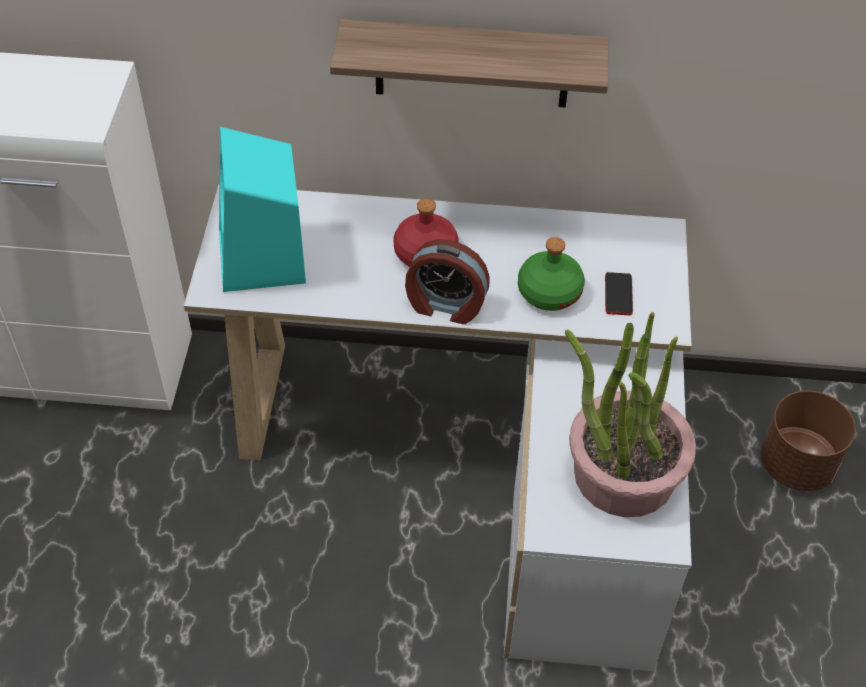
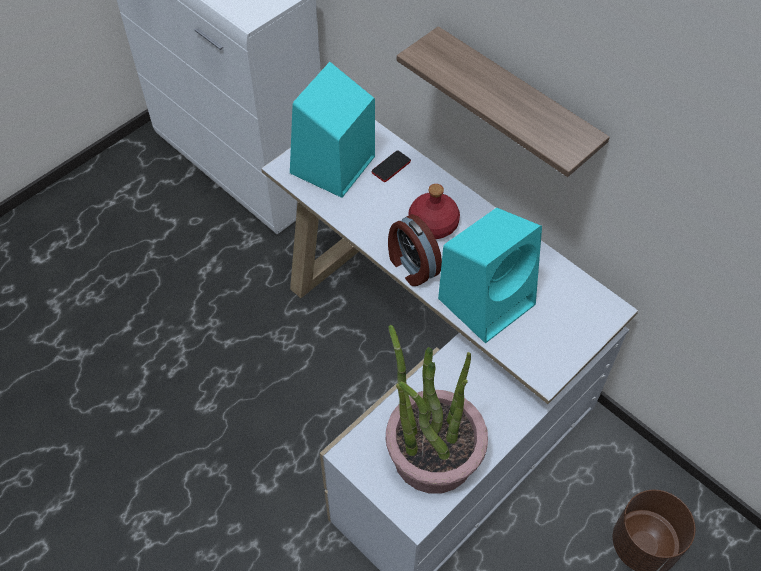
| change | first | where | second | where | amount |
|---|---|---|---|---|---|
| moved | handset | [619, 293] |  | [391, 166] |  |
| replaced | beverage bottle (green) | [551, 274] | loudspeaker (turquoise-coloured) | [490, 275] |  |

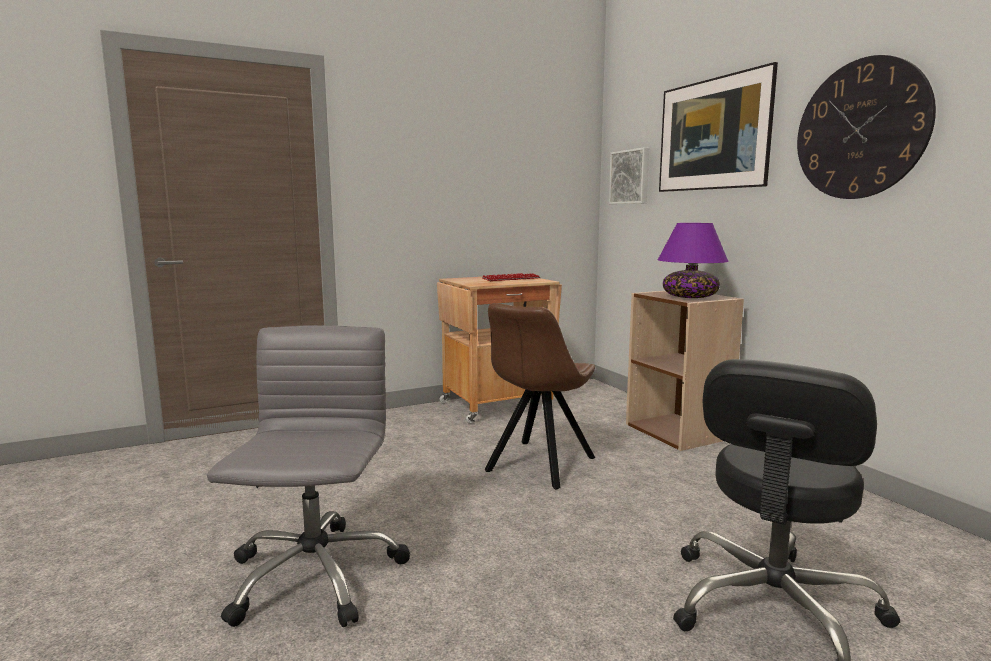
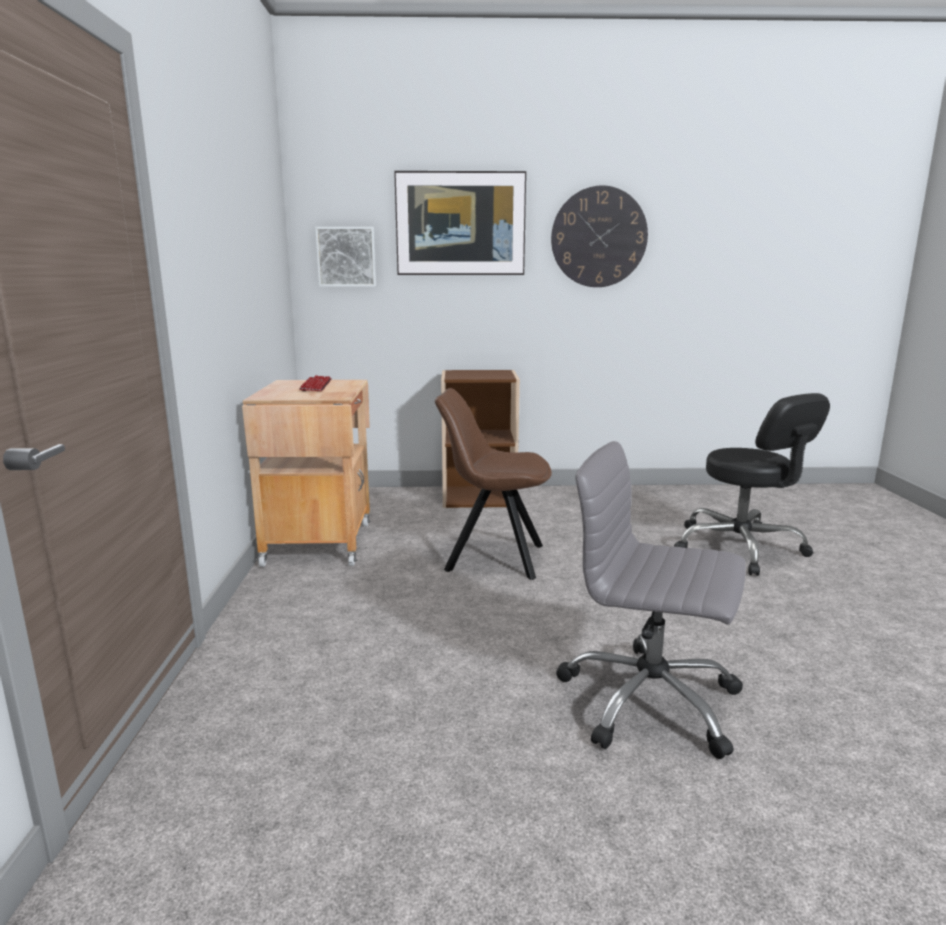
| change | first | where | second | where | amount |
|---|---|---|---|---|---|
| turned | chair (brown-coloured) | [540, 396] |  | [493, 484] | 135 degrees clockwise |
| removed | lamp for a table (purplish) | [693, 260] |  |  |  |

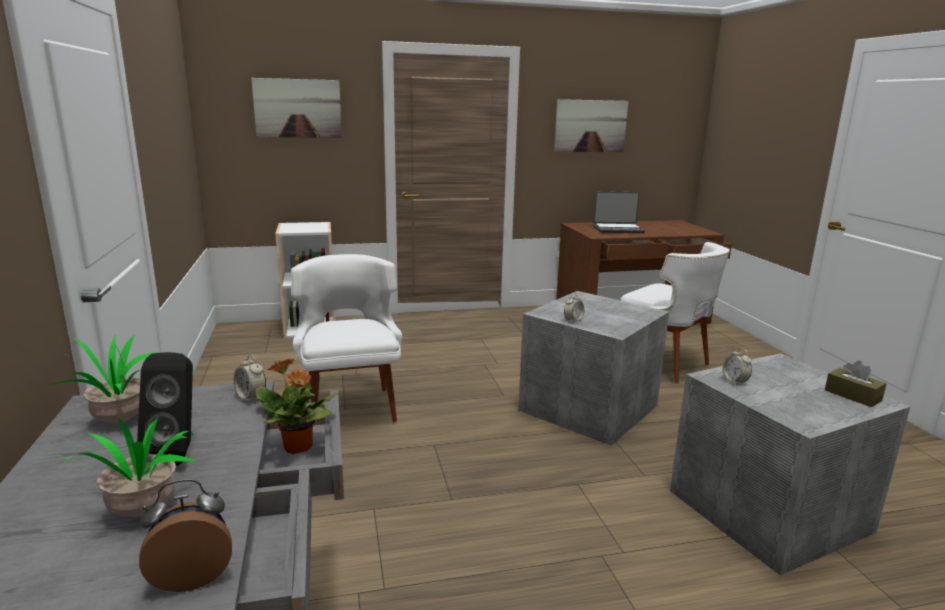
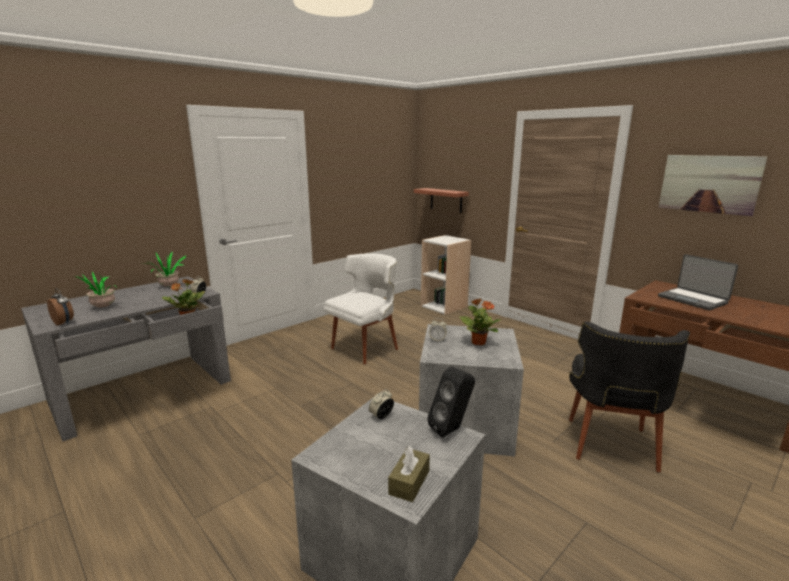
| change | first | where | second | where | amount |
|---|---|---|---|---|---|
| added |  |  | shelf | [441, 200] |  |
| moved | loudspeaker (blackish) | [165, 408] |  | [451, 402] |  |
| added |  |  | plant in a pot | [480, 321] |  |
| recoloured | chair (whitish) | [675, 313] | chair (blackish) | [629, 397] |  |
| removed | wall art | [296, 108] |  |  |  |

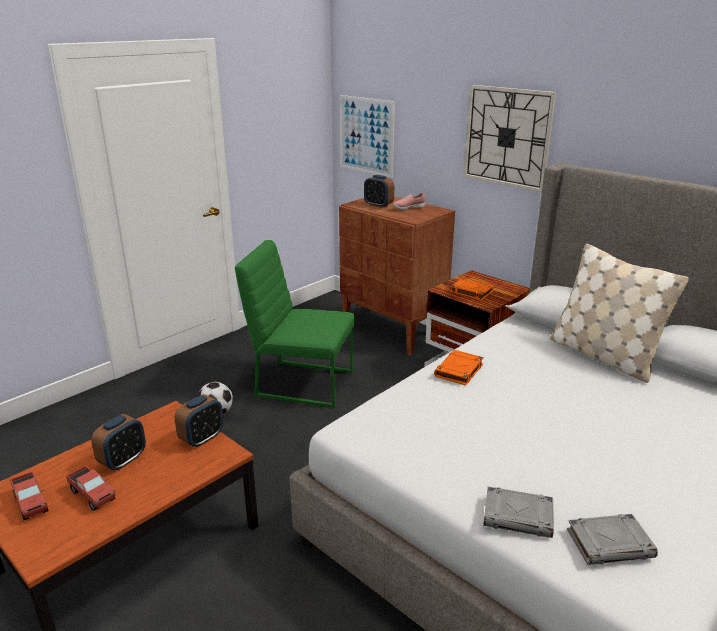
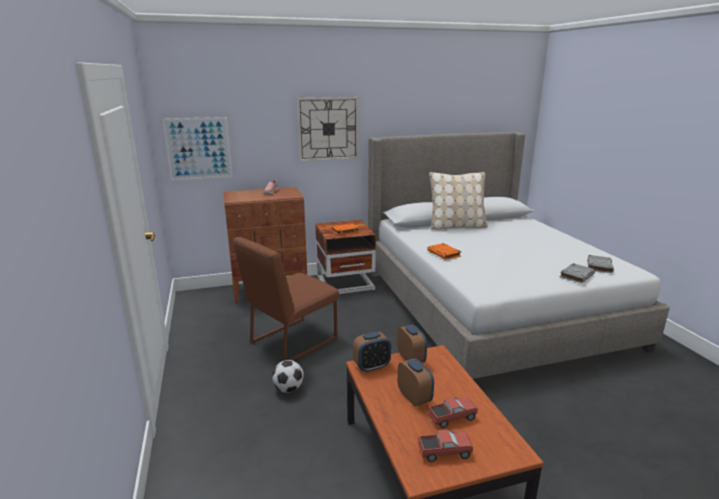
| change | first | where | second | where | amount |
|---|---|---|---|---|---|
| recoloured | chair (green) | [295, 324] | chair (brown-coloured) | [286, 299] |  |
| moved | bedside clock | [379, 191] |  | [372, 352] |  |

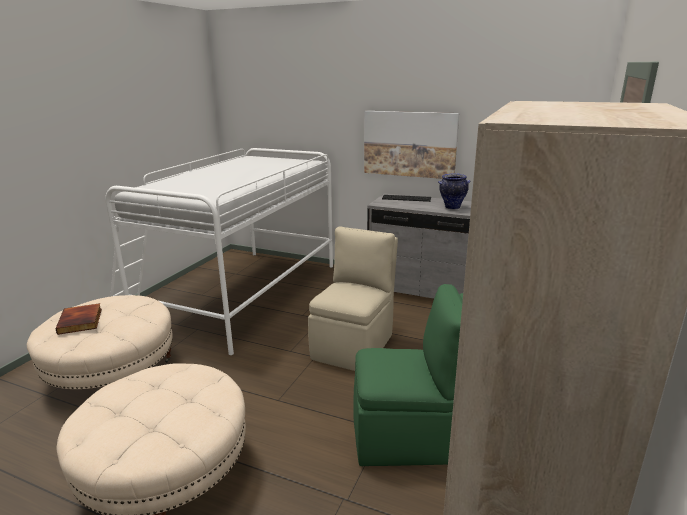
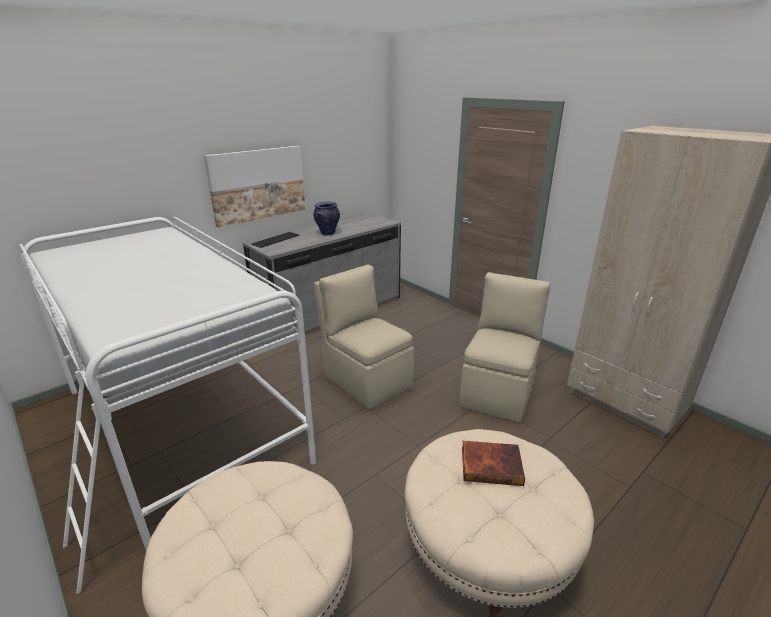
| change | first | where | second | where | amount |
|---|---|---|---|---|---|
| recoloured | chair (green) | [408, 375] | chair (beige-coloured) | [505, 347] |  |
| moved | bound book | [78, 319] |  | [493, 463] |  |

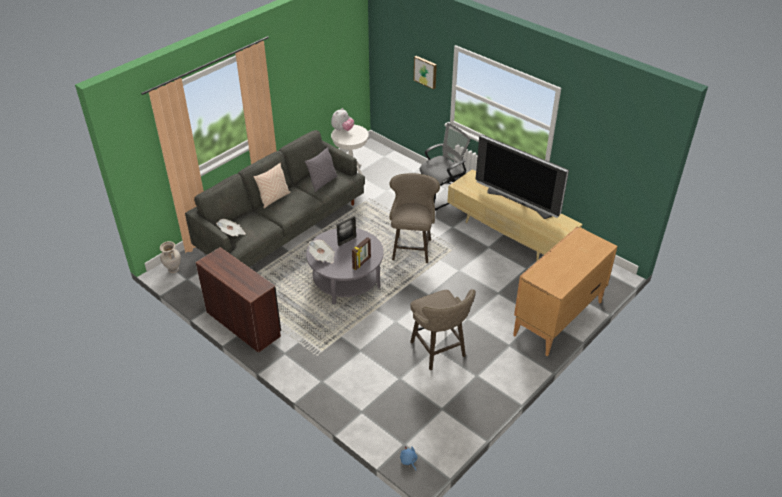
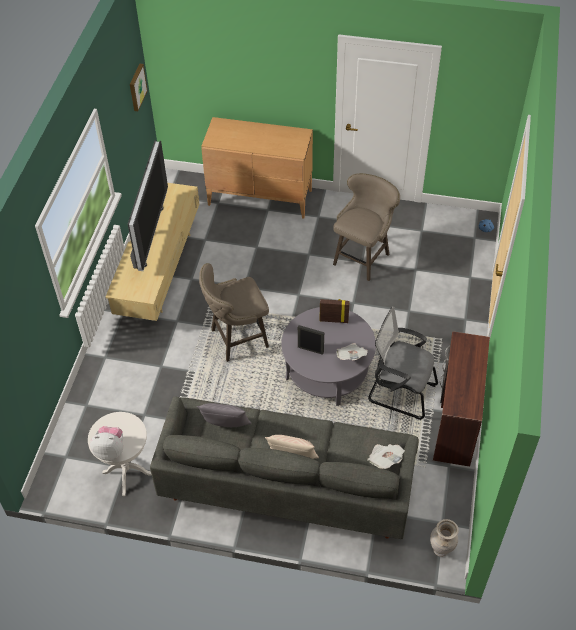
| change | first | where | second | where | amount |
|---|---|---|---|---|---|
| moved | wall art | [425, 72] |  | [139, 87] |  |
| moved | chair | [445, 167] |  | [403, 363] |  |

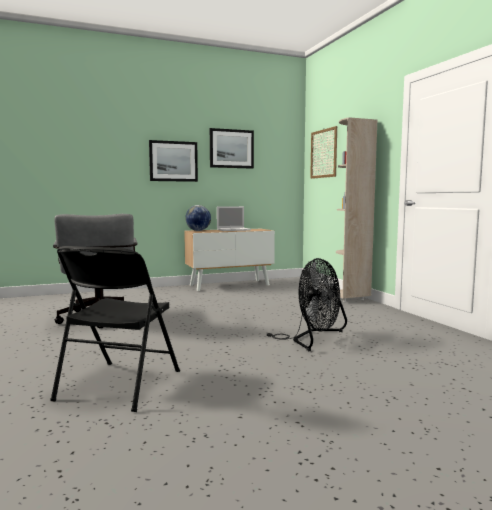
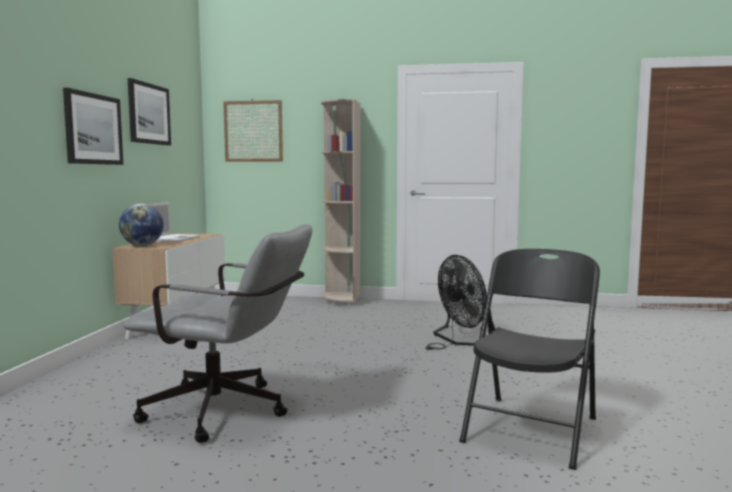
| change | first | where | second | where | amount |
|---|---|---|---|---|---|
| turned | chair (blackish) | [115, 329] |  | [529, 359] | 105 degrees counterclockwise |

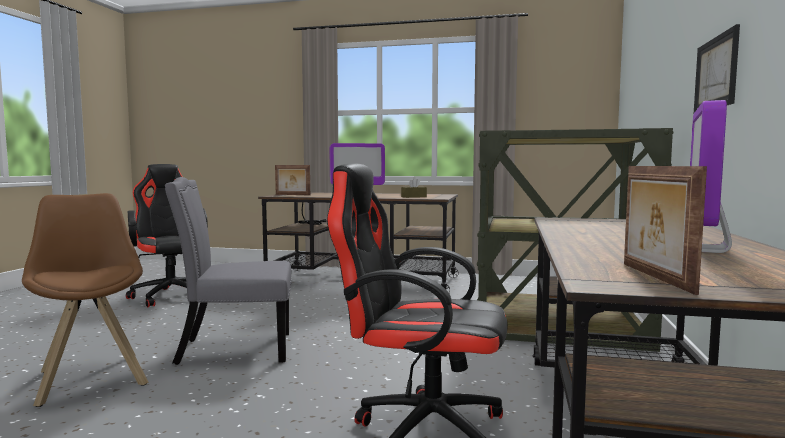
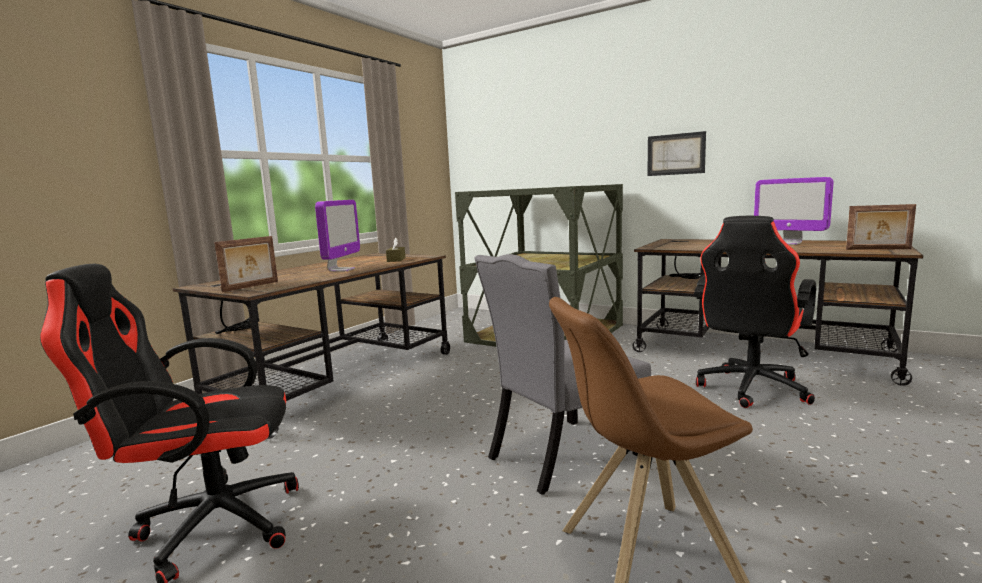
| change | first | where | second | where | amount |
|---|---|---|---|---|---|
| turned | chair (gray) | [228, 271] |  | [563, 374] | 45 degrees clockwise |

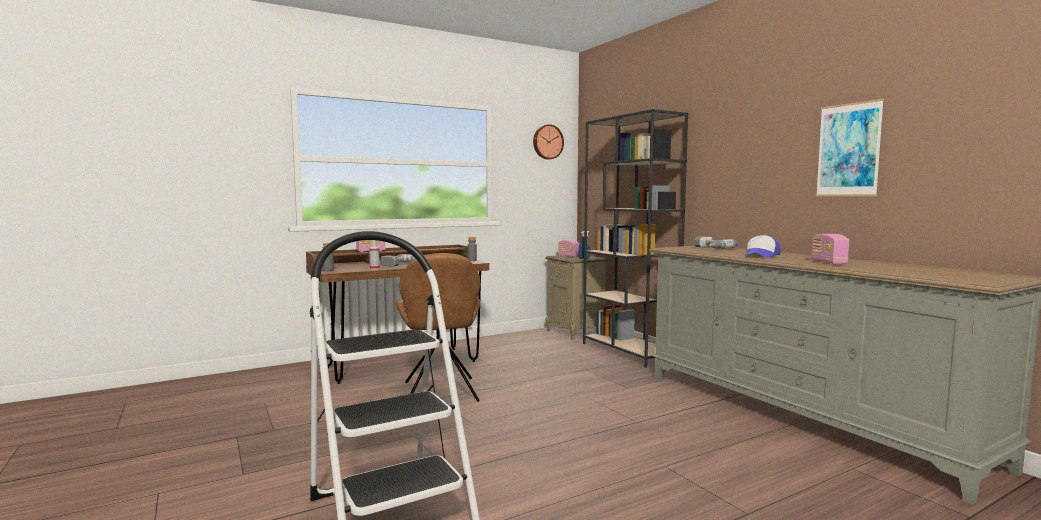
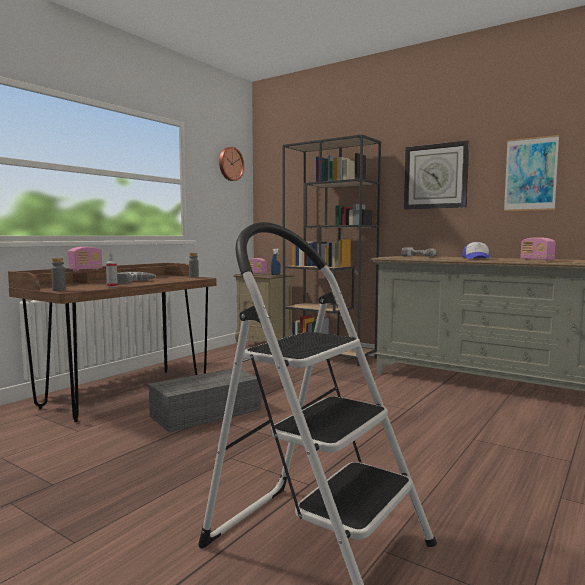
| change | first | where | second | where | amount |
|---|---|---|---|---|---|
| replaced | chair (brown-coloured) | [438, 327] | storage bin (gray) | [204, 400] |  |
| added |  |  | hanging clock | [436, 174] |  |

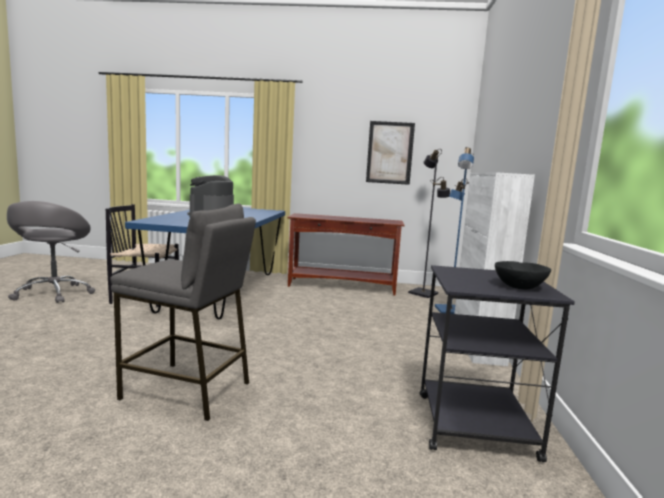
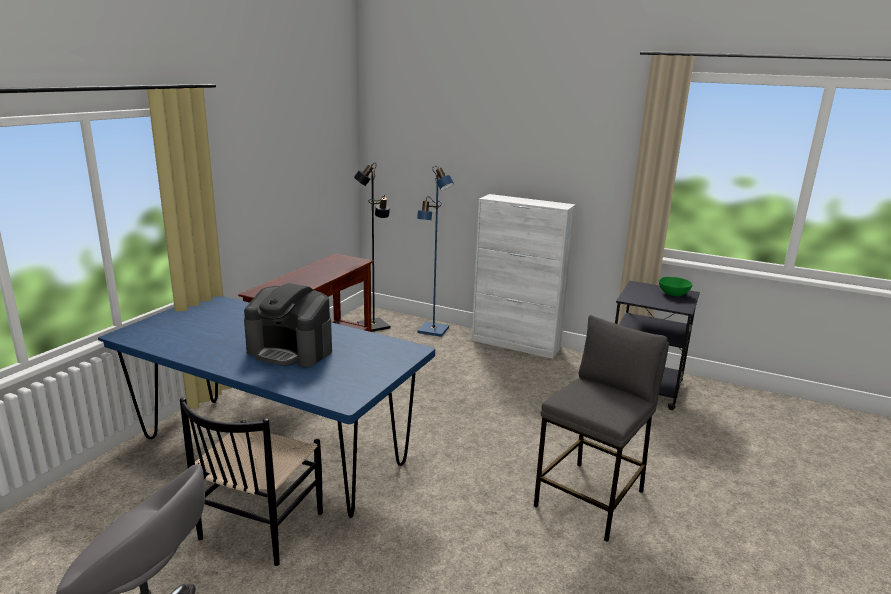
| change | first | where | second | where | amount |
|---|---|---|---|---|---|
| recoloured | bowl (blackish) | [523, 275] | bowl (green) | [675, 287] |  |
| removed | wall art | [390, 153] |  |  |  |

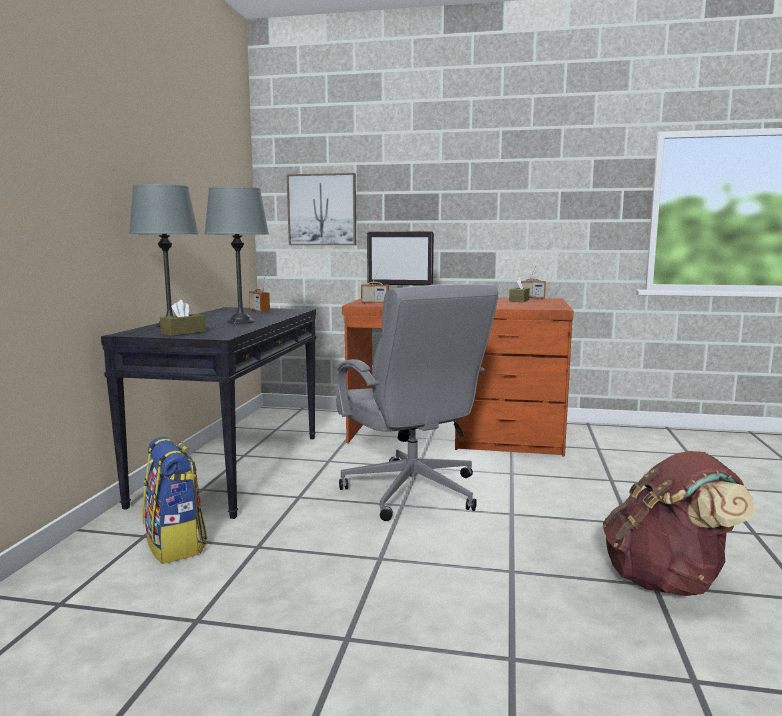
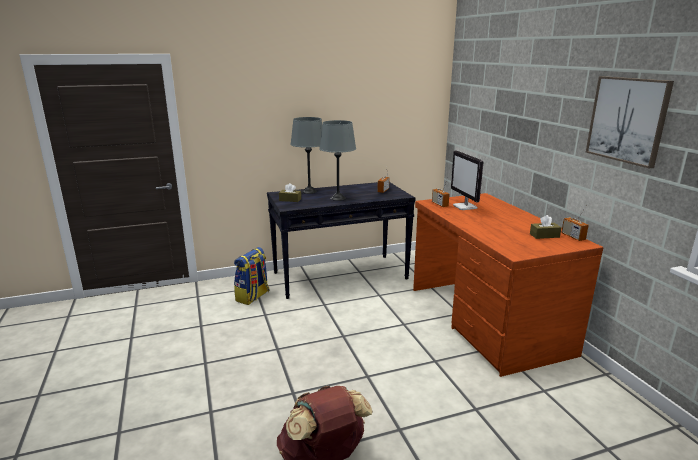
| change | first | where | second | where | amount |
|---|---|---|---|---|---|
| moved | wall art | [321, 209] |  | [630, 122] |  |
| removed | desk chair (gray) | [417, 402] |  |  |  |

